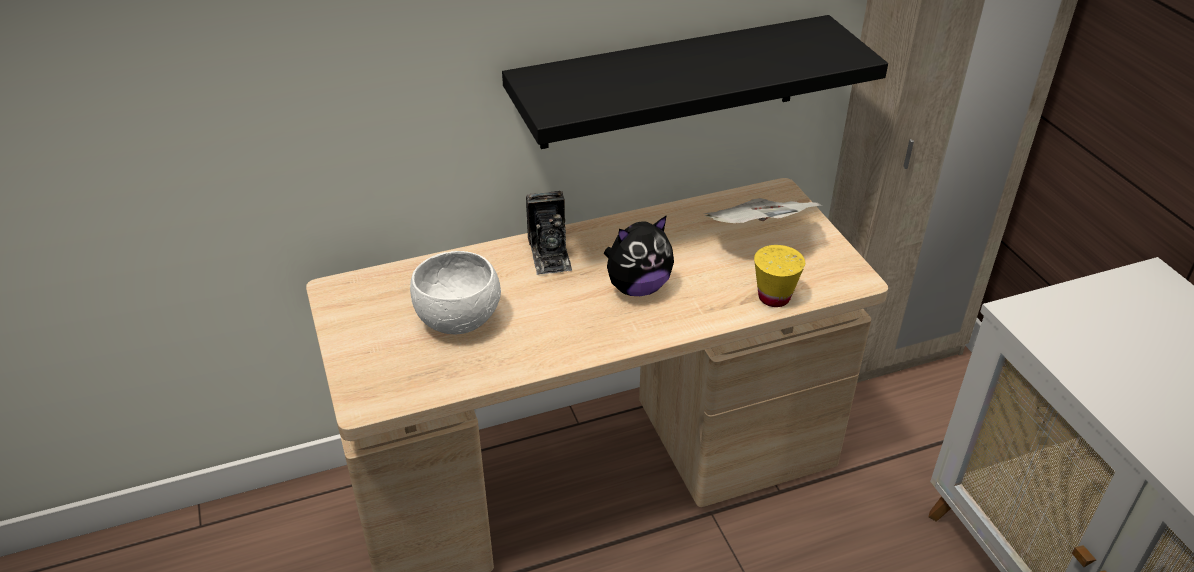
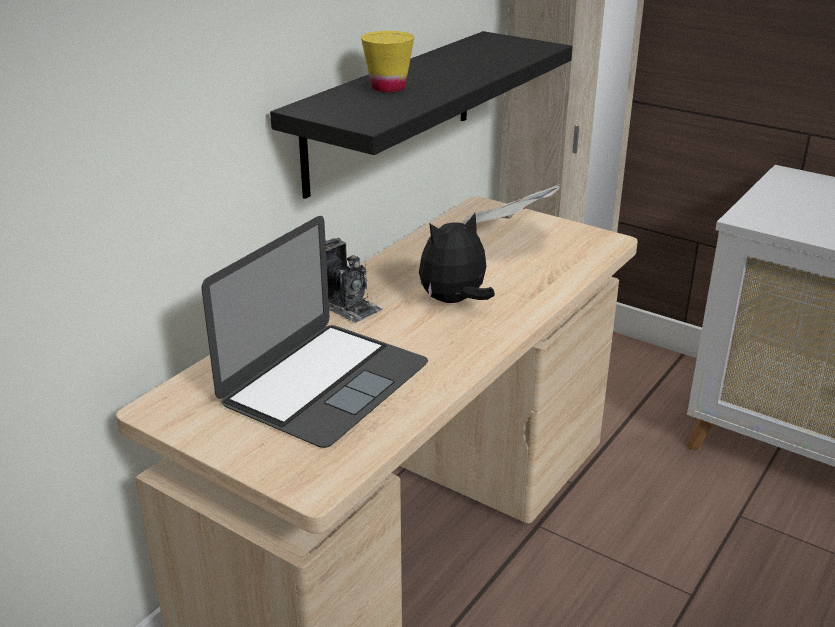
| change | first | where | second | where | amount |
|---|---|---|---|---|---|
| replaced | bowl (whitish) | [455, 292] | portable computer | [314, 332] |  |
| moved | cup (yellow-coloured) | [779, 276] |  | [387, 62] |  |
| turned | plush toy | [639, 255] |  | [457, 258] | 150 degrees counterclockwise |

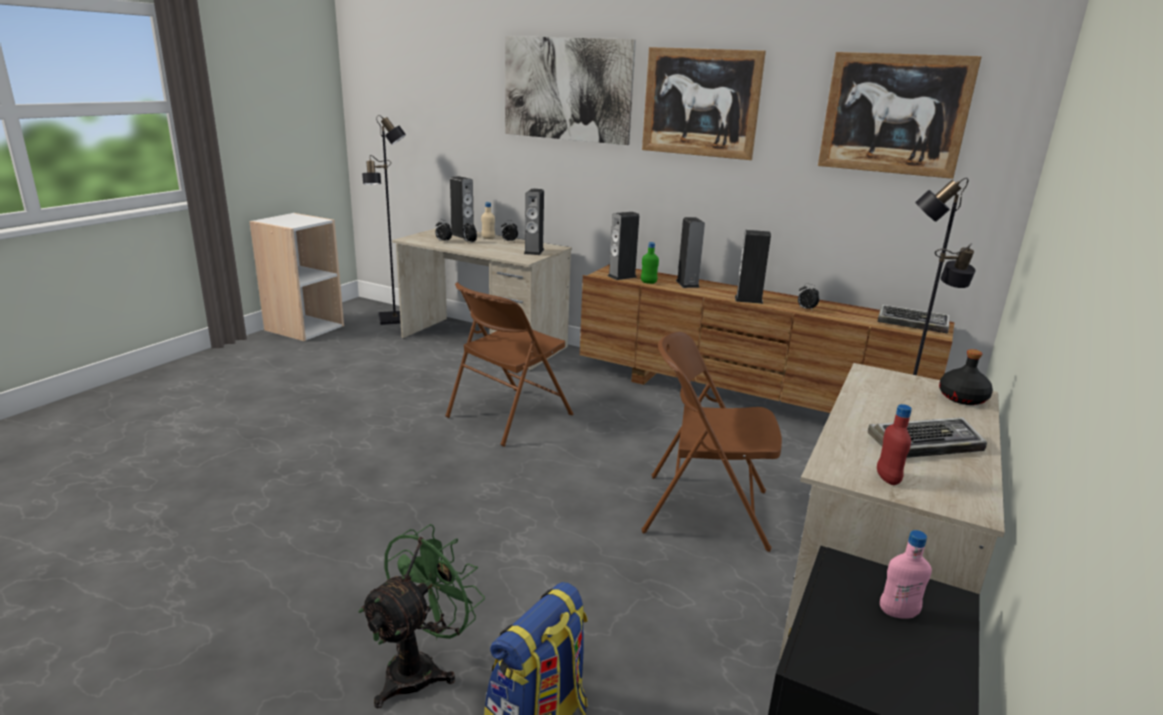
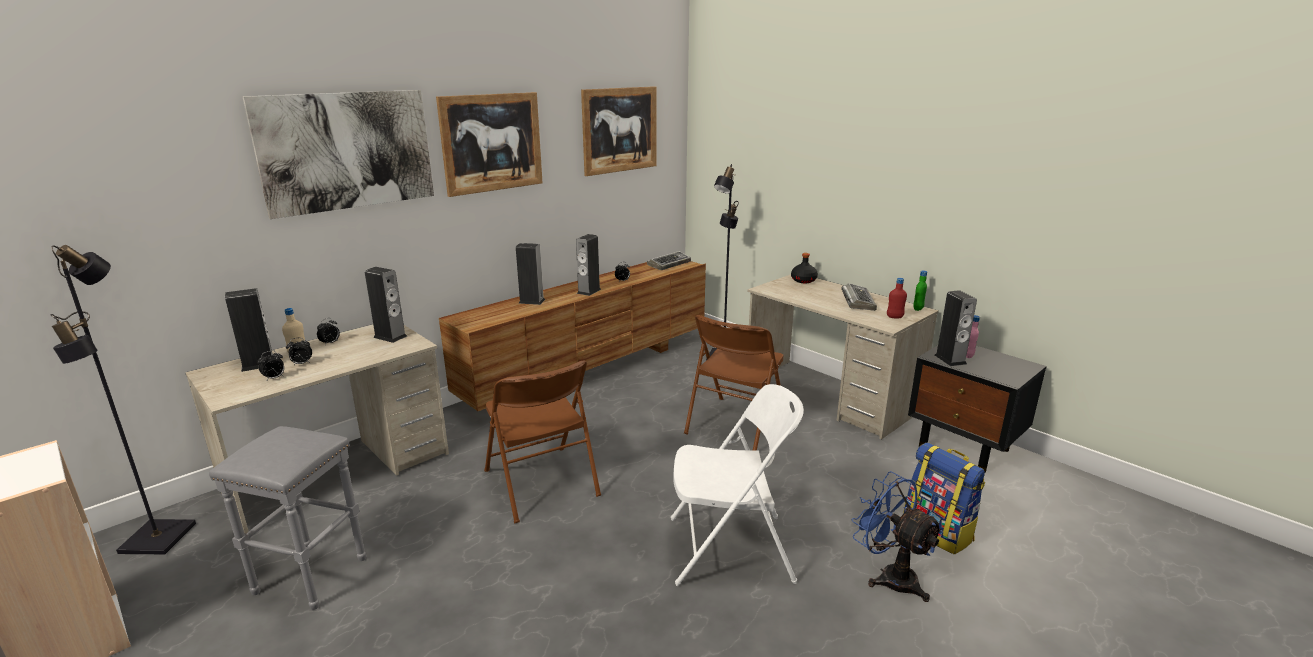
| change | first | where | second | where | amount |
|---|---|---|---|---|---|
| added |  |  | stool seat (gray) | [287, 518] |  |
| added |  |  | chair (whitish) | [737, 485] |  |
| recoloured | electric fan (green) | [421, 616] | electric fan (blue) | [897, 536] |  |
| moved | beverage bottle (green) | [650, 263] |  | [920, 290] |  |
| moved | loudspeaker | [623, 246] |  | [956, 328] |  |

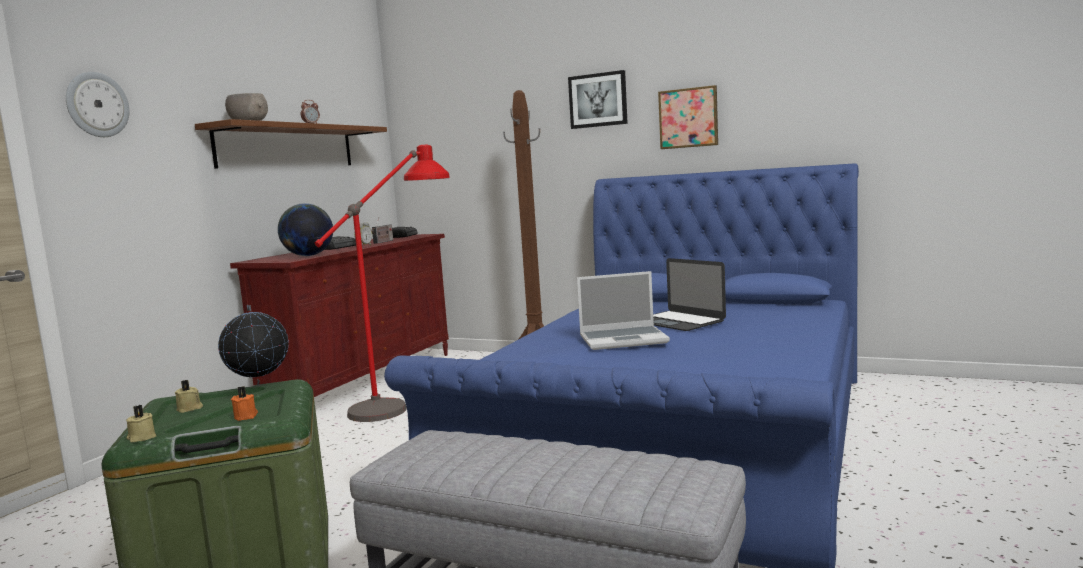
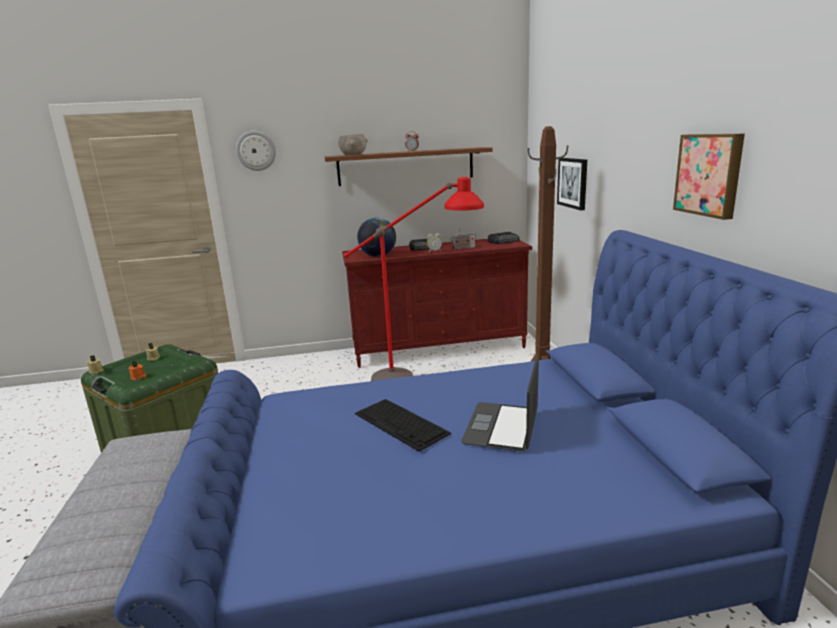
| change | first | where | second | where | amount |
|---|---|---|---|---|---|
| replaced | portable computer | [623, 310] | computer keyboard | [403, 425] |  |
| moved | wall art | [598, 99] |  | [572, 184] |  |
| removed | world globe | [253, 345] |  |  |  |

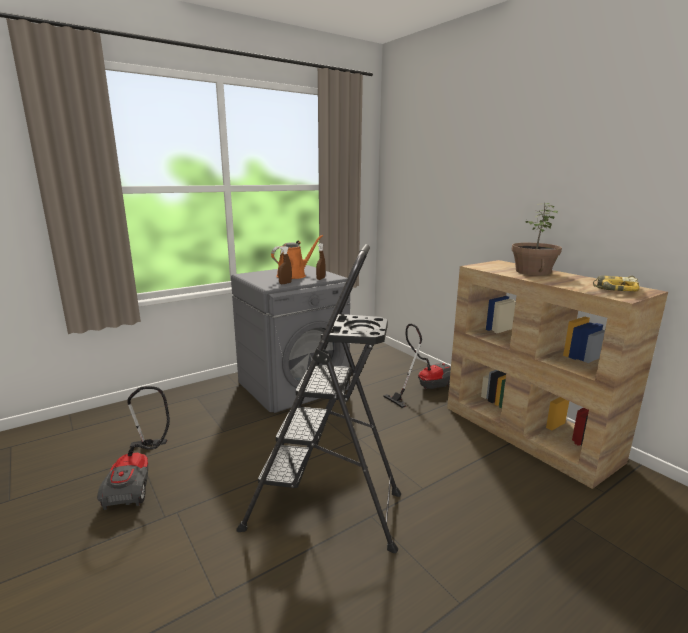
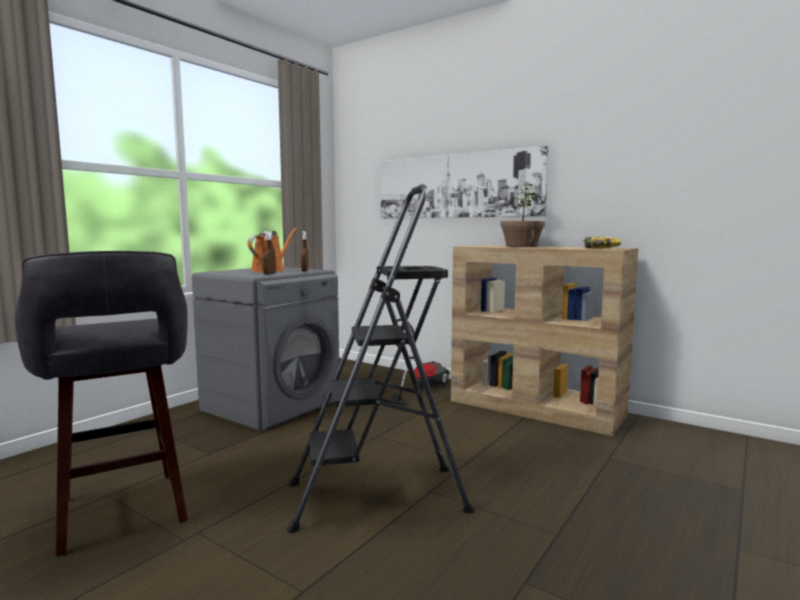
| change | first | where | second | where | amount |
|---|---|---|---|---|---|
| replaced | vacuum cleaner | [133, 448] | stool seat (gray) | [101, 403] |  |
| added |  |  | wall art | [465, 182] |  |

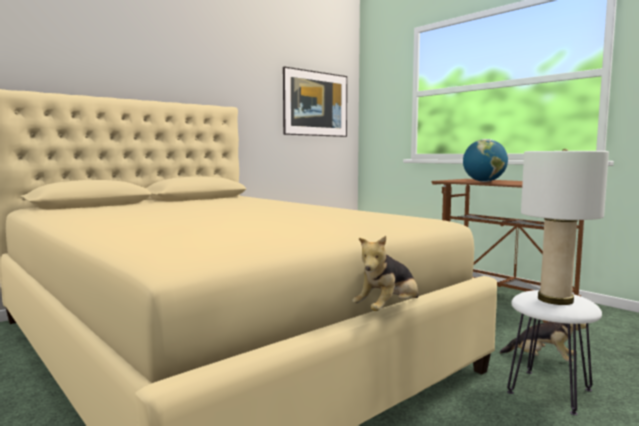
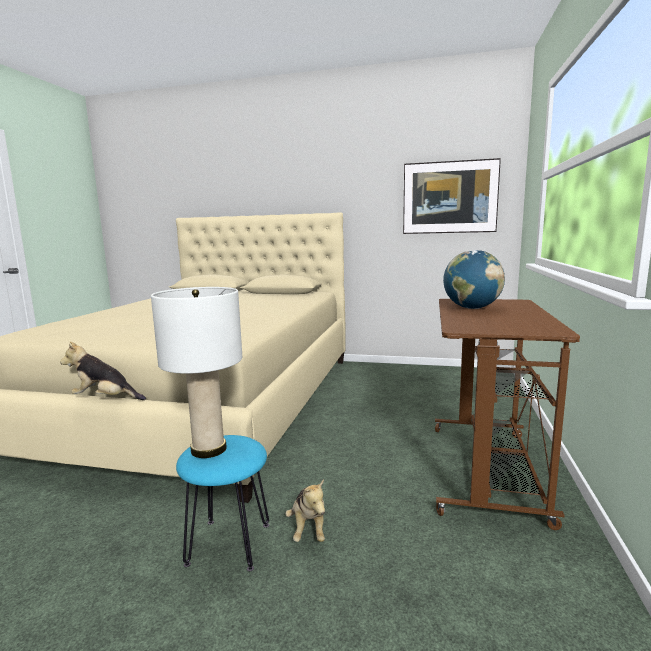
| change | first | where | second | where | amount |
|---|---|---|---|---|---|
| recoloured | stool seat (whitish) | [554, 352] | stool seat (turquoise-coloured) | [222, 503] |  |

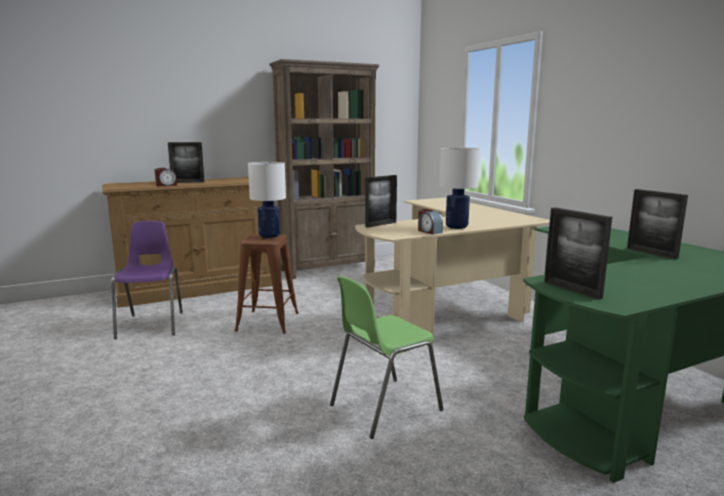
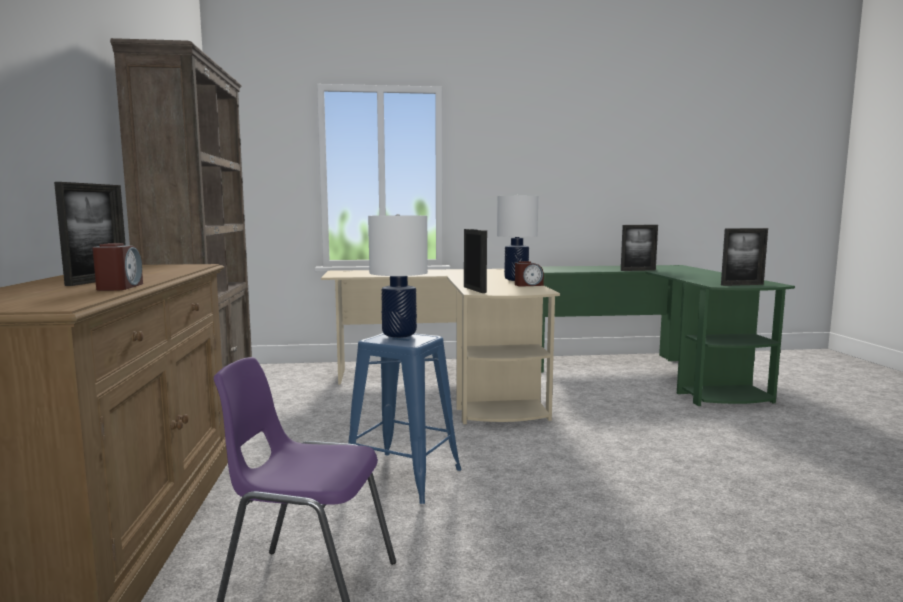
| change | first | where | second | where | amount |
|---|---|---|---|---|---|
| recoloured | stool seat (brown-coloured) | [266, 284] | stool seat (blue) | [405, 418] |  |
| removed | chair (green) | [387, 357] |  |  |  |

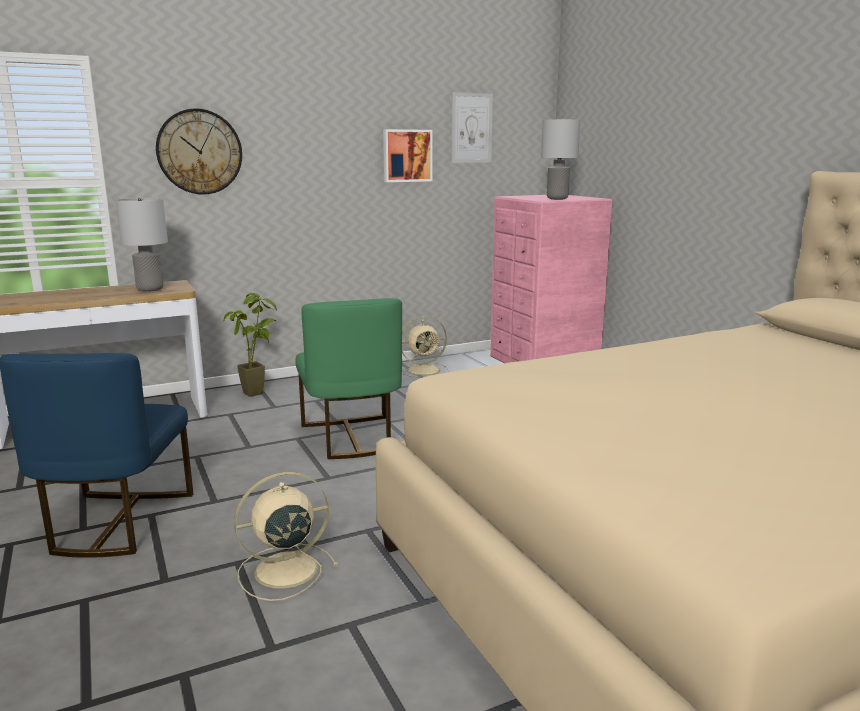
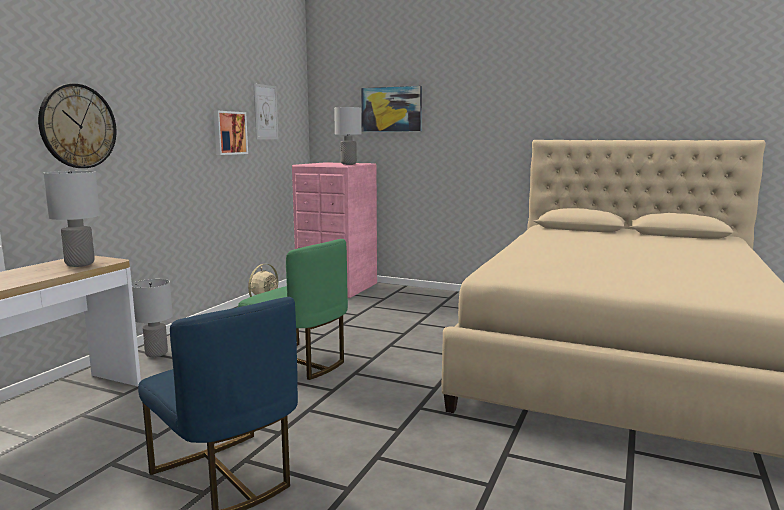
| change | first | where | second | where | amount |
|---|---|---|---|---|---|
| replaced | plant in a pot | [250, 345] | lamp for a table (gray) | [152, 318] |  |
| added |  |  | wall art | [391, 109] |  |
| removed | electric fan (beige-coloured) | [286, 536] |  |  |  |

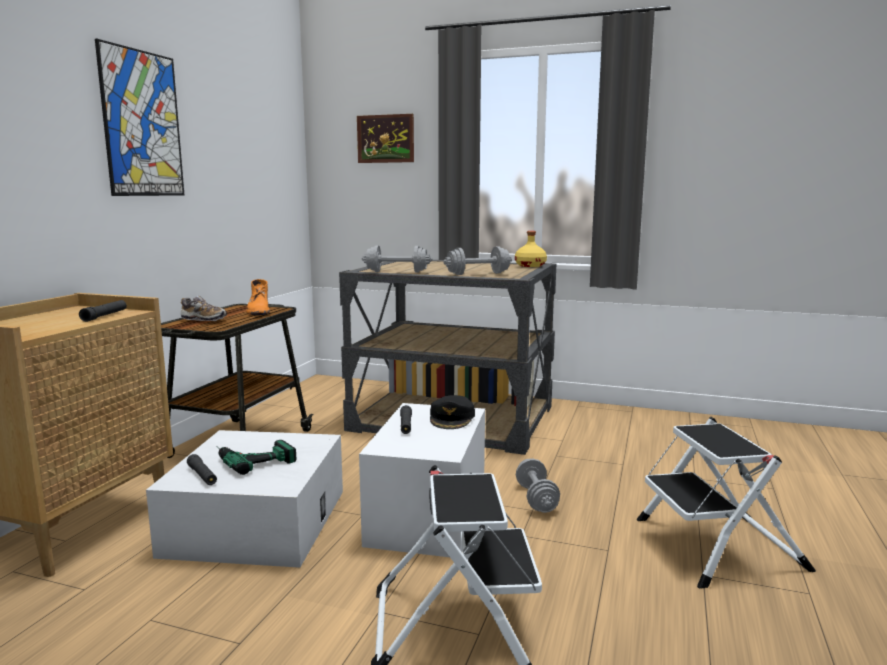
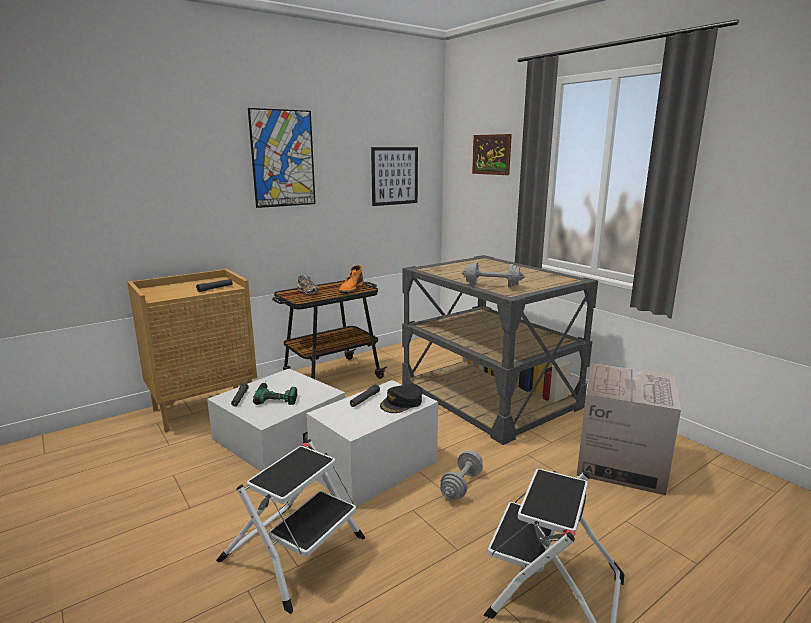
| change | first | where | second | where | amount |
|---|---|---|---|---|---|
| added |  |  | wall art | [394, 176] |  |
| added |  |  | cardboard box | [629, 429] |  |
| removed | free weight (gray) | [397, 259] |  |  |  |
| removed | beverage bottle (yellow-coloured) | [531, 249] |  |  |  |

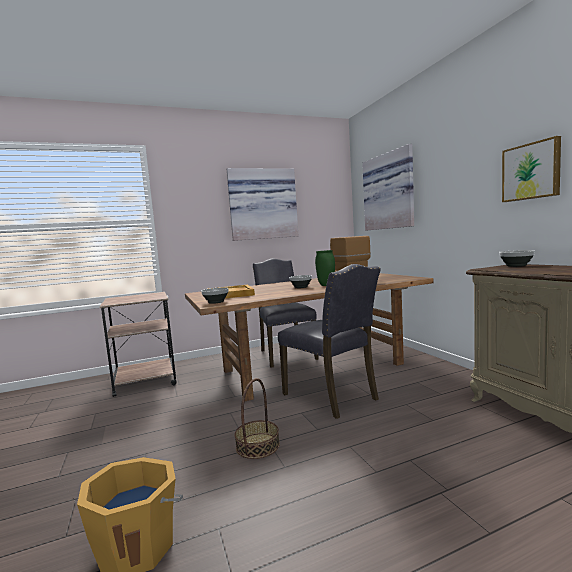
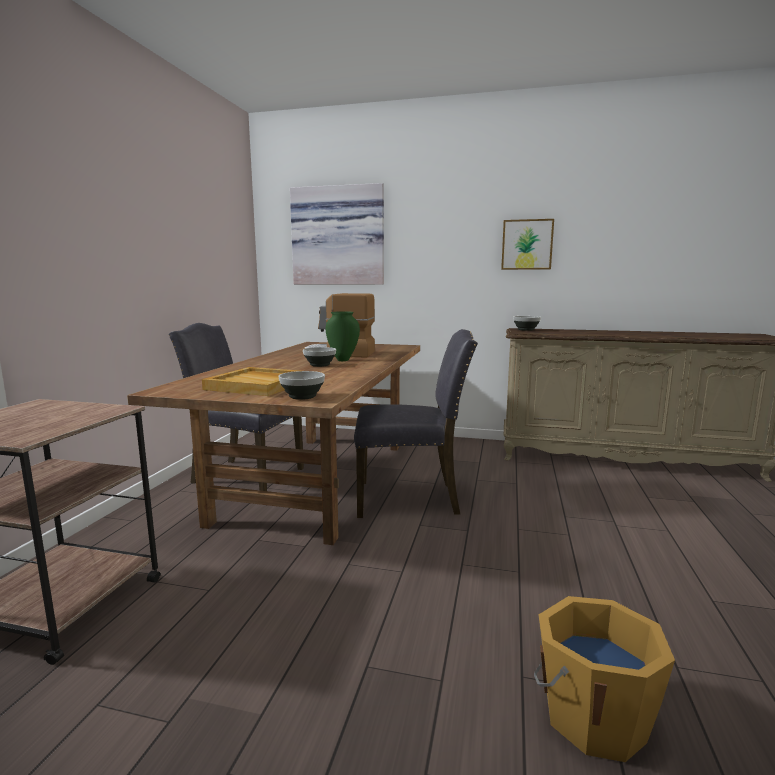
| change | first | where | second | where | amount |
|---|---|---|---|---|---|
| removed | wall art | [262, 204] |  |  |  |
| removed | basket | [257, 418] |  |  |  |

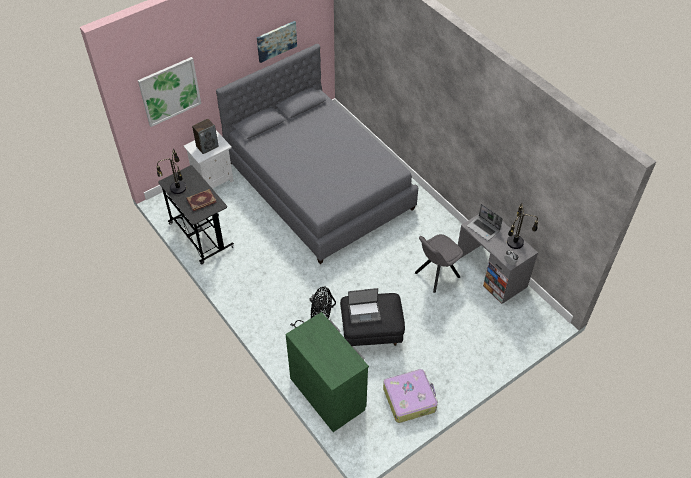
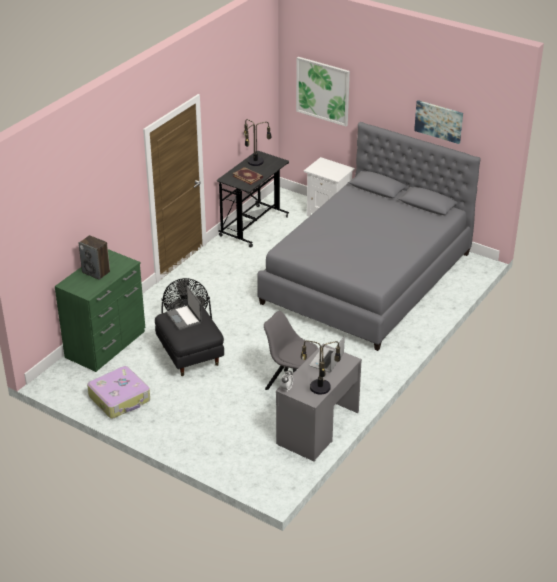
| change | first | where | second | where | amount |
|---|---|---|---|---|---|
| moved | loudspeaker | [205, 136] |  | [94, 257] |  |

